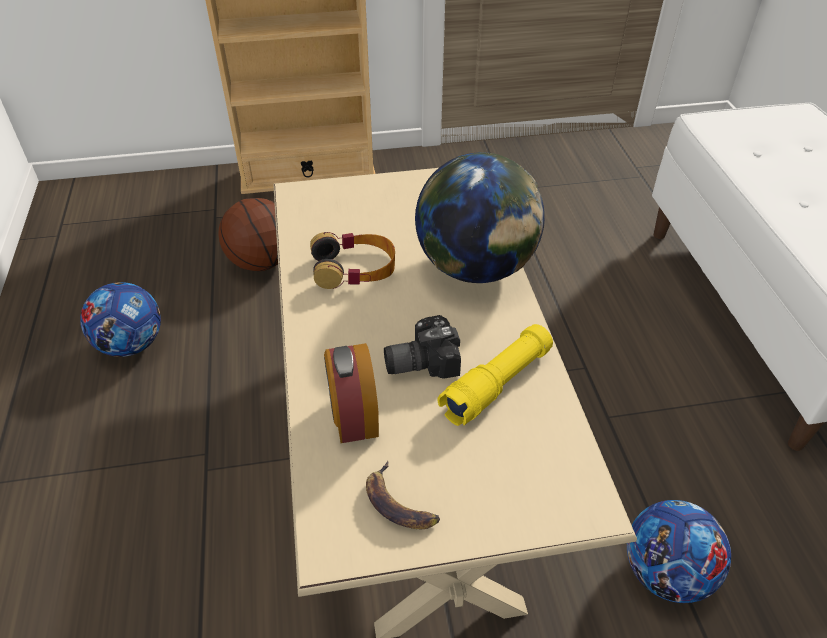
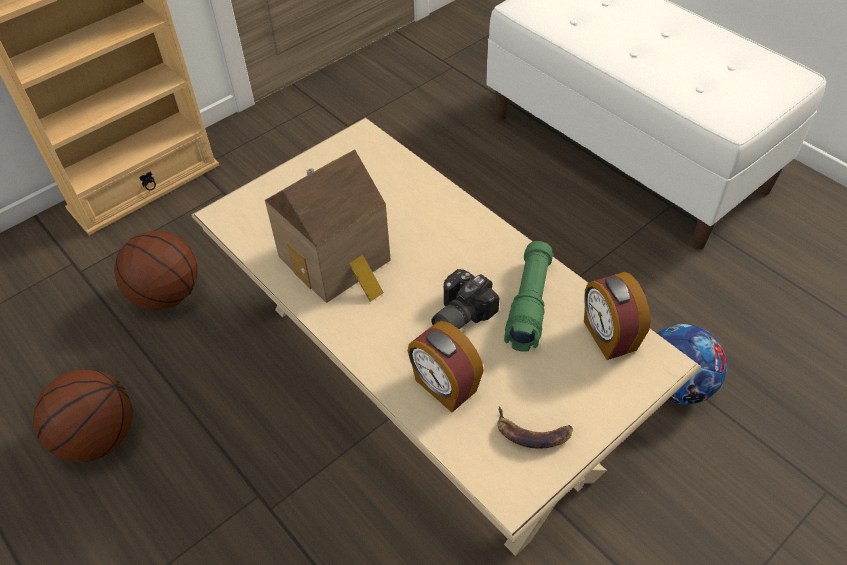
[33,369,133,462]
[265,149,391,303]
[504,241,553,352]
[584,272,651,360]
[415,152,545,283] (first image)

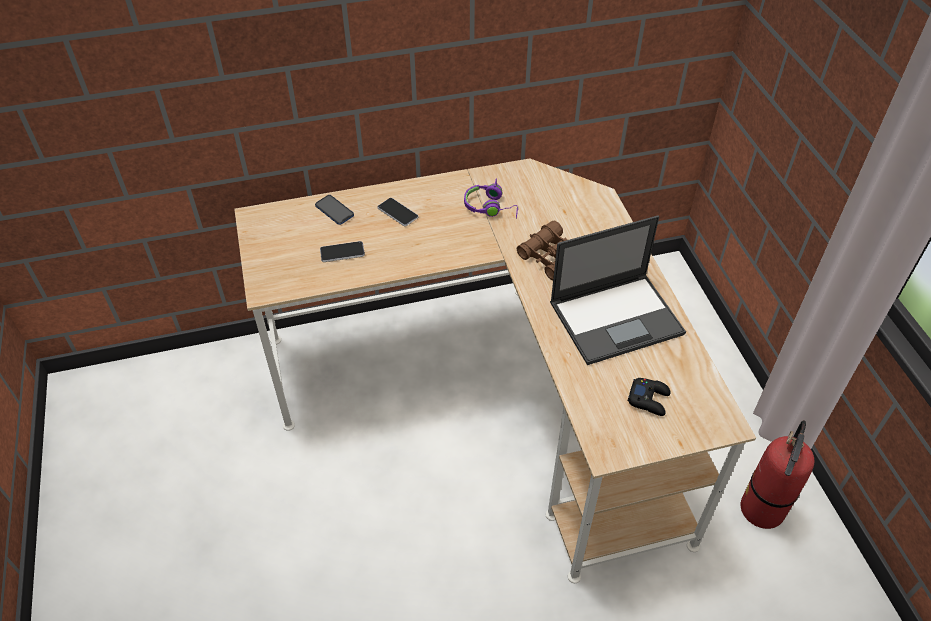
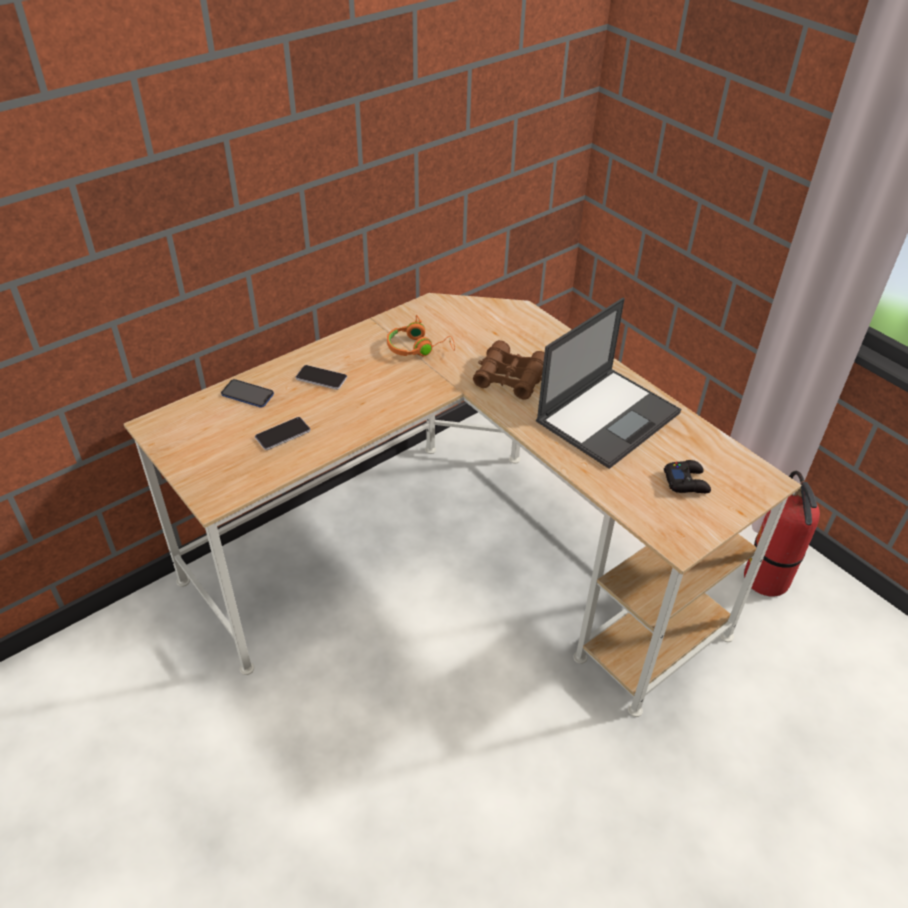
[387,315,455,356]

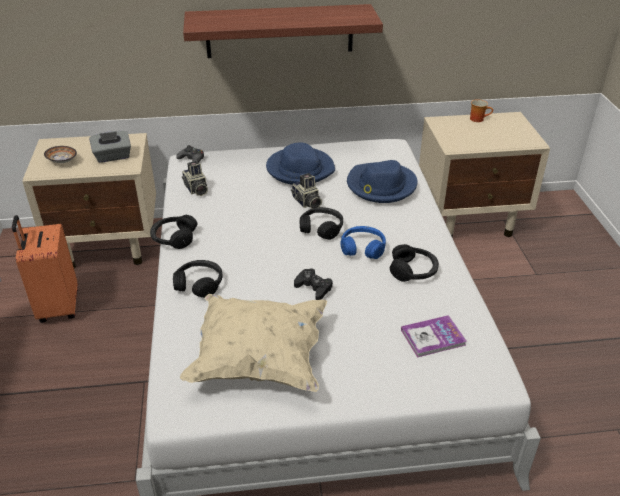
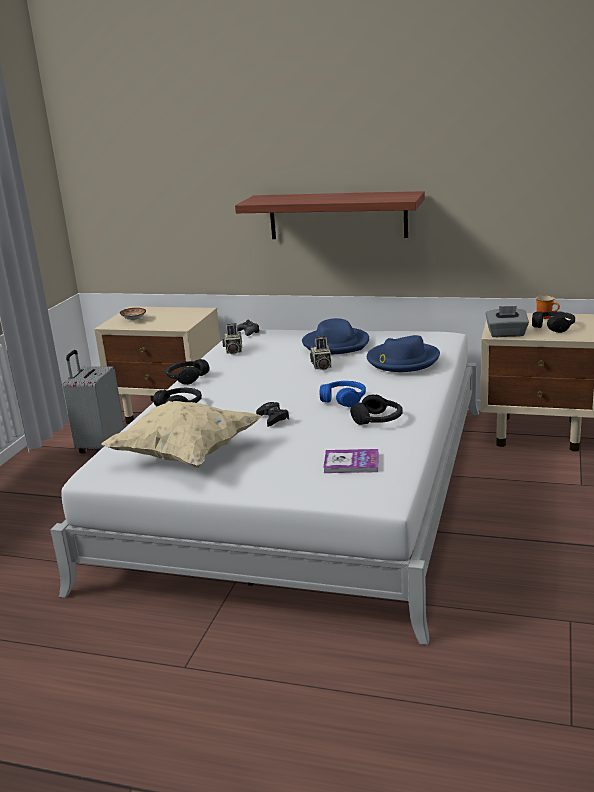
[63,350,124,454]
[485,306,529,337]
[532,311,575,333]

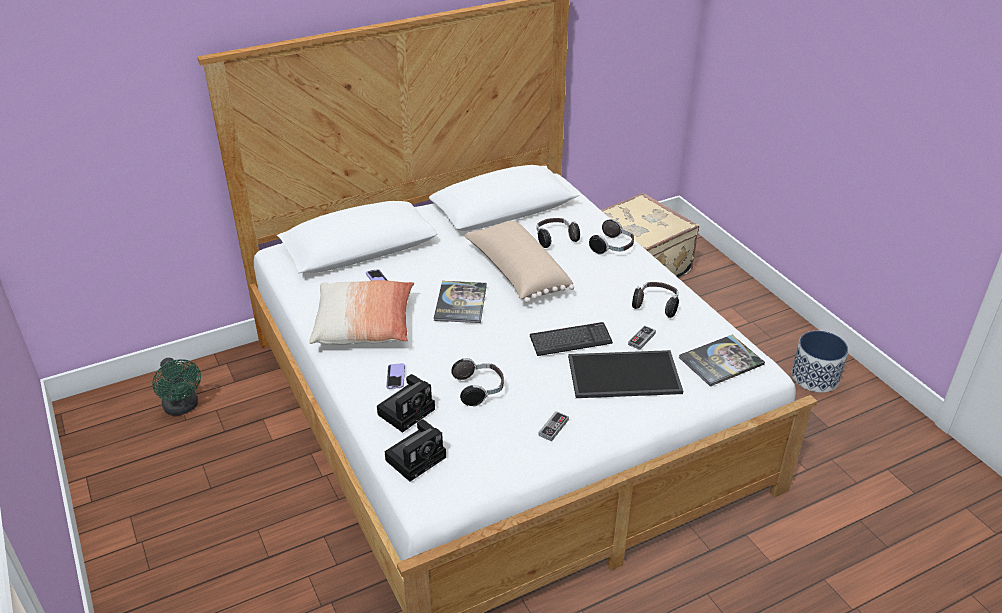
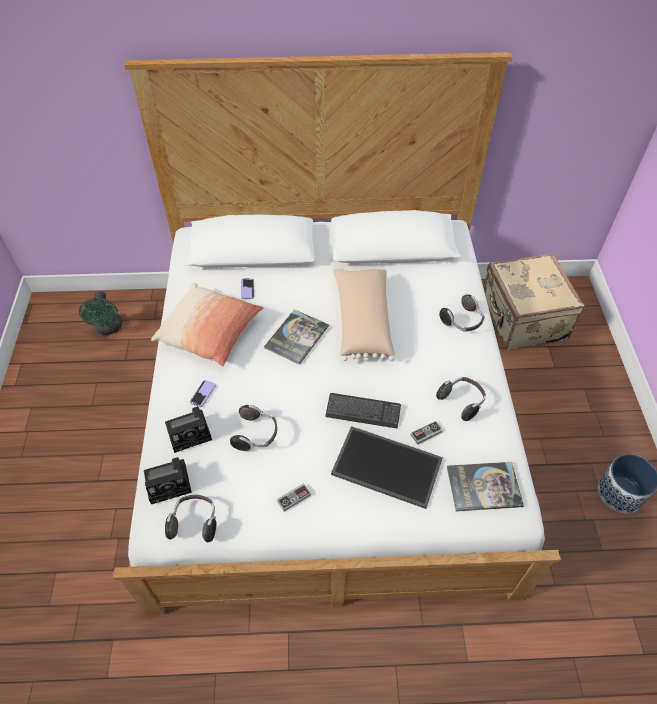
[165,495,217,542]

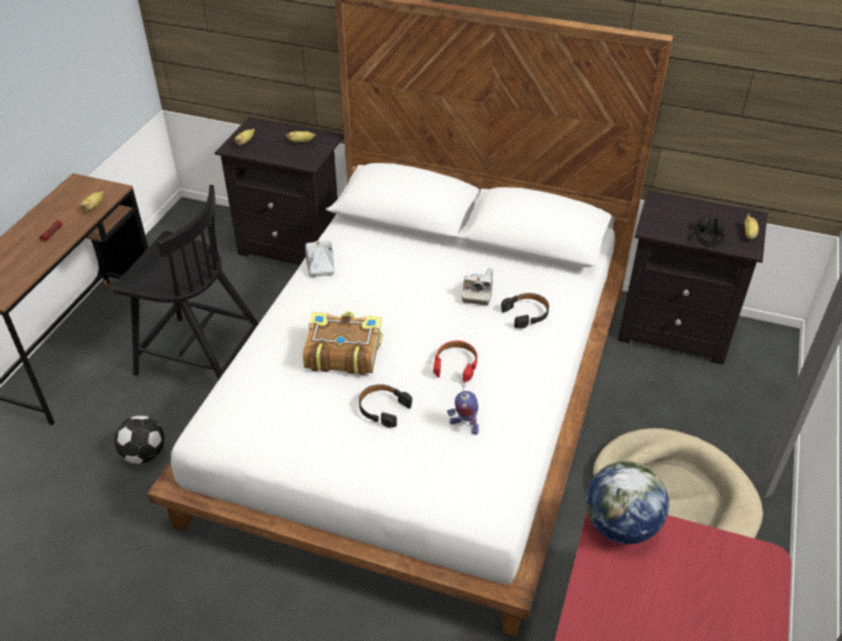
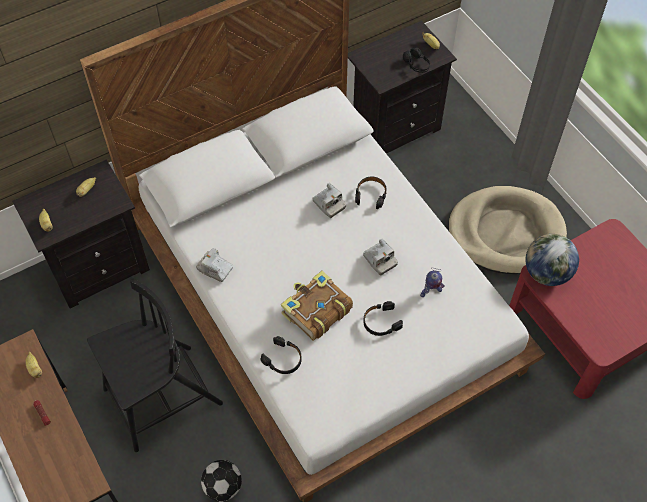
[260,336,302,374]
[363,239,398,275]

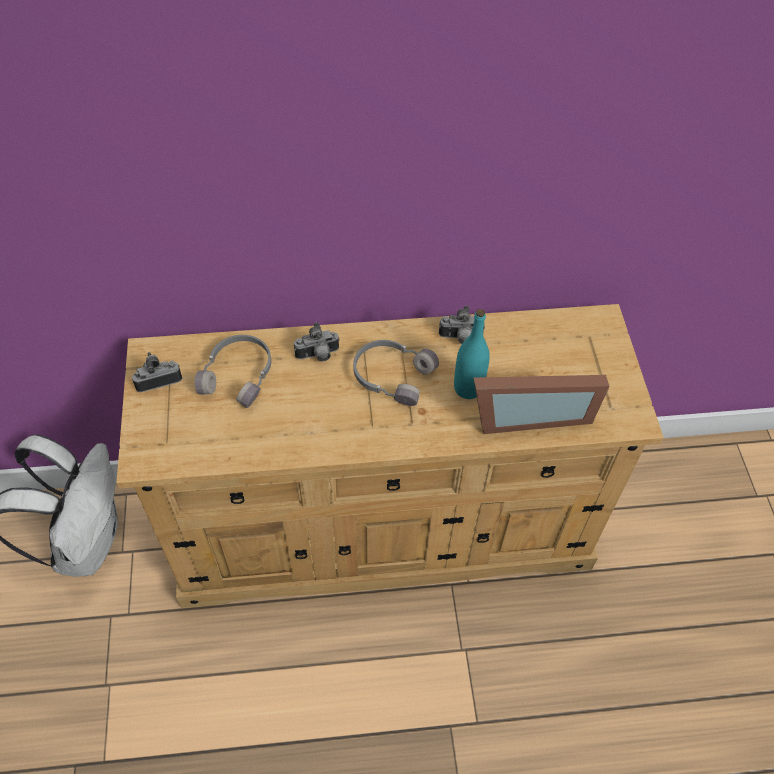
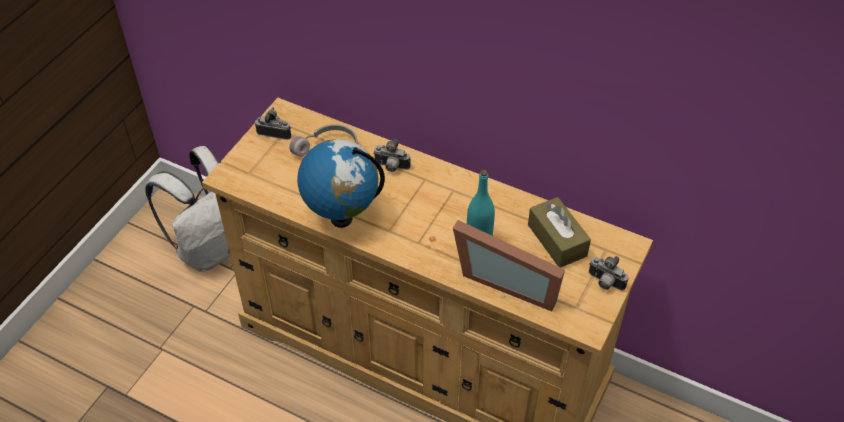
[297,139,385,228]
[528,197,591,268]
[589,256,628,291]
[353,340,439,406] (first image)

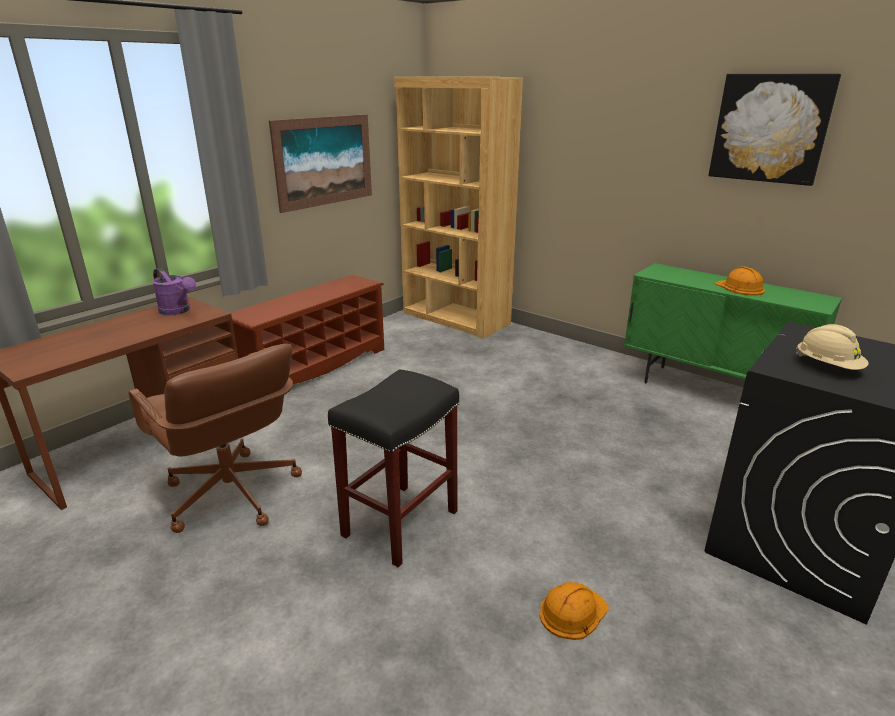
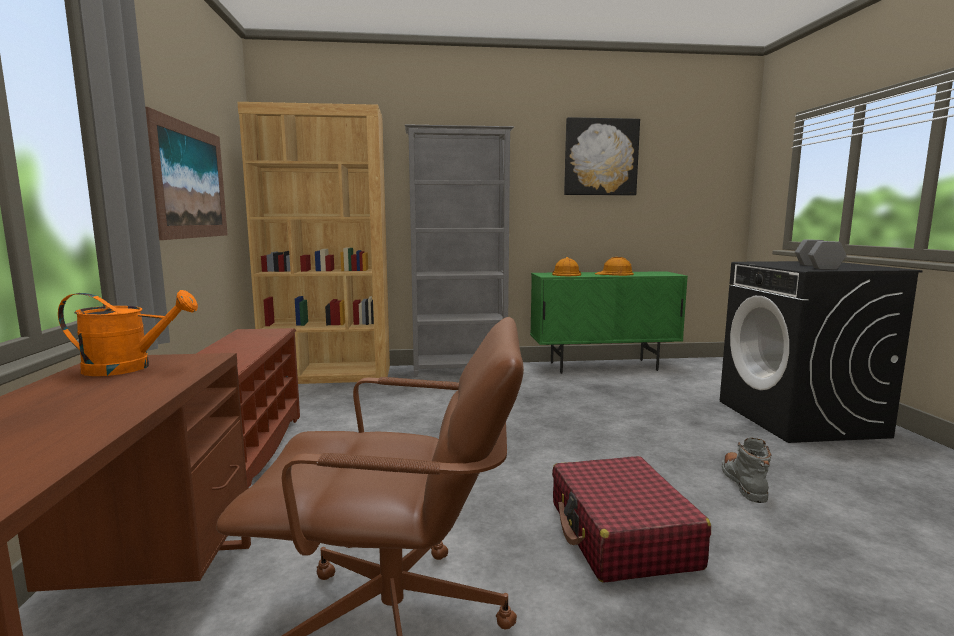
[58,290,198,376]
[405,124,514,377]
[552,257,581,276]
[552,456,711,583]
[722,438,772,503]
[795,240,846,270]

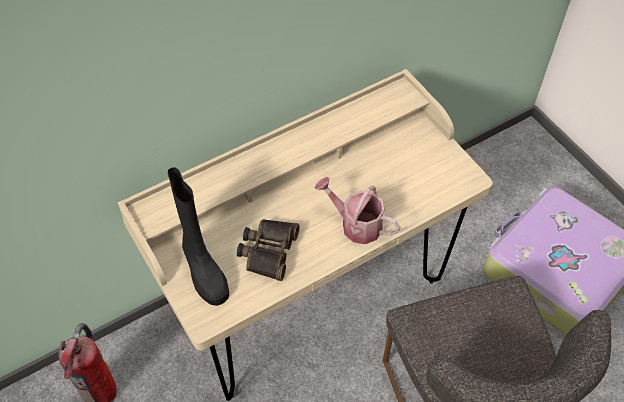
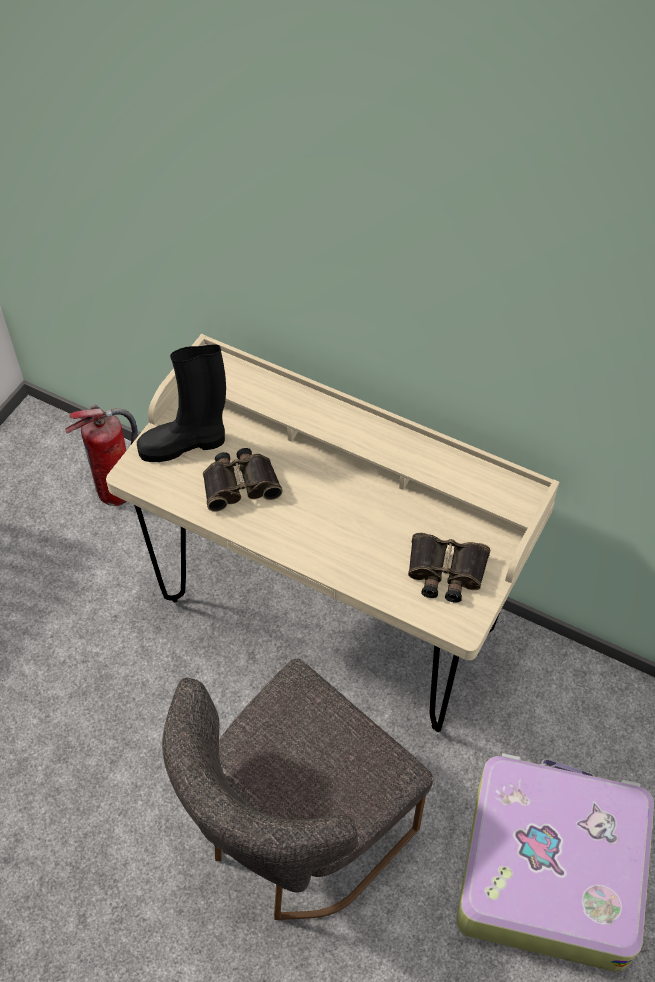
[137,344,226,462]
[408,533,490,602]
[314,177,400,244] (first image)

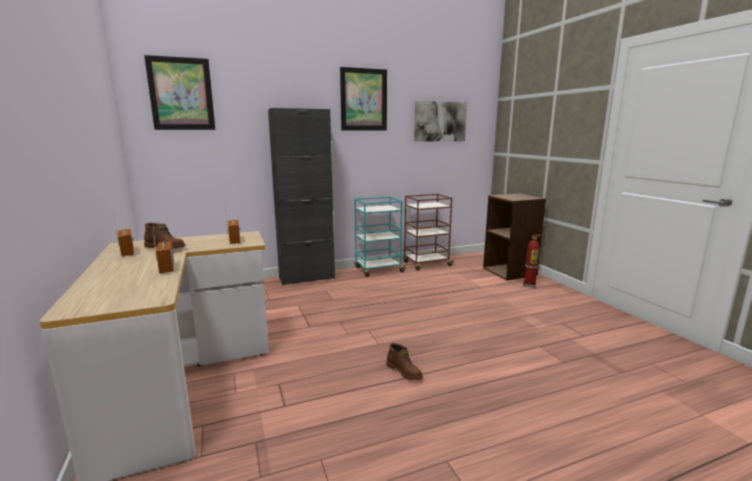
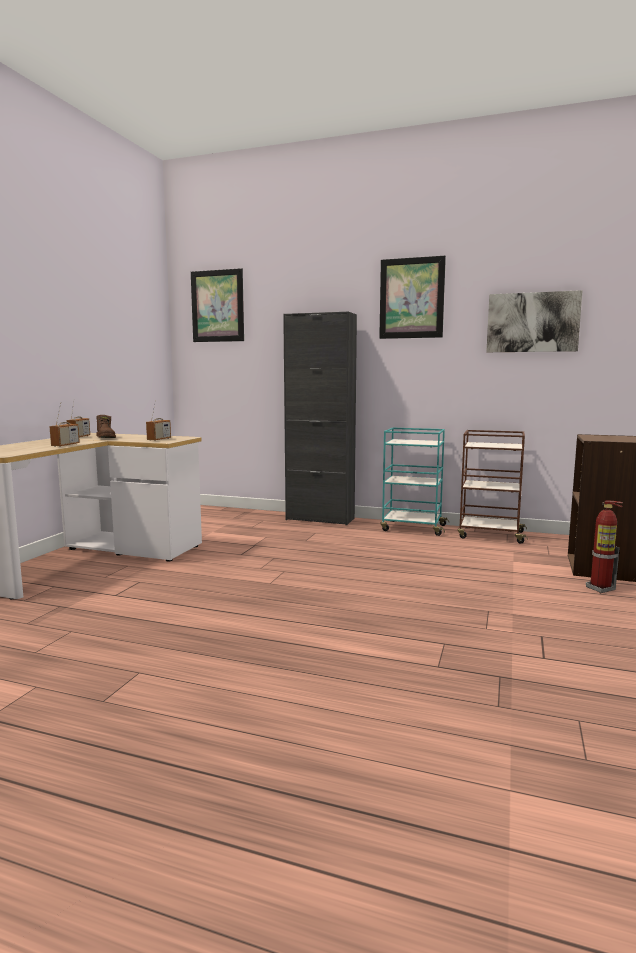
[386,343,423,380] (first image)

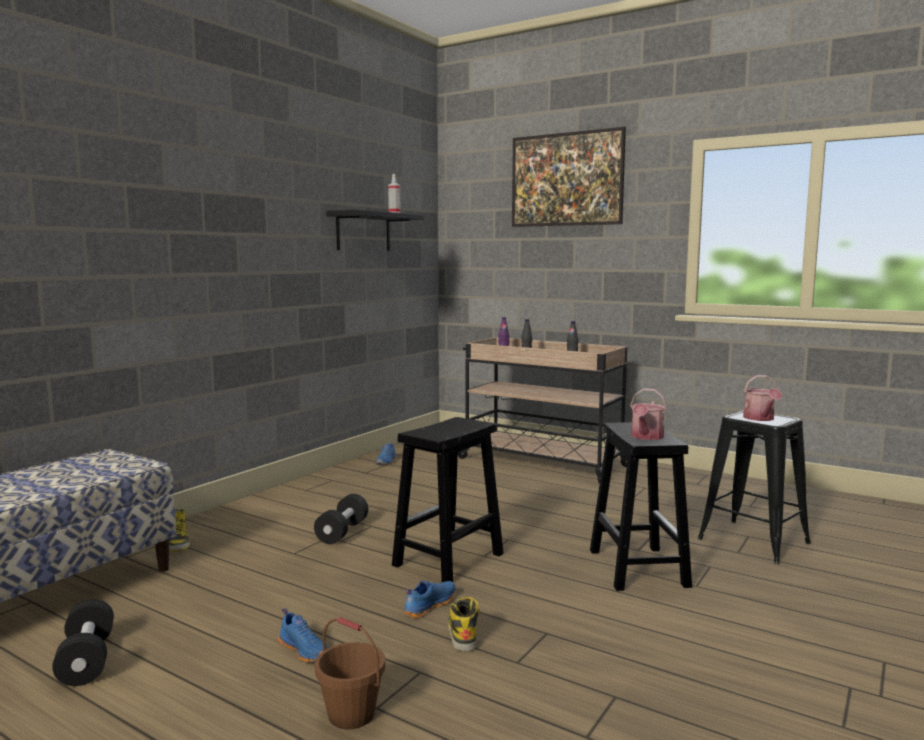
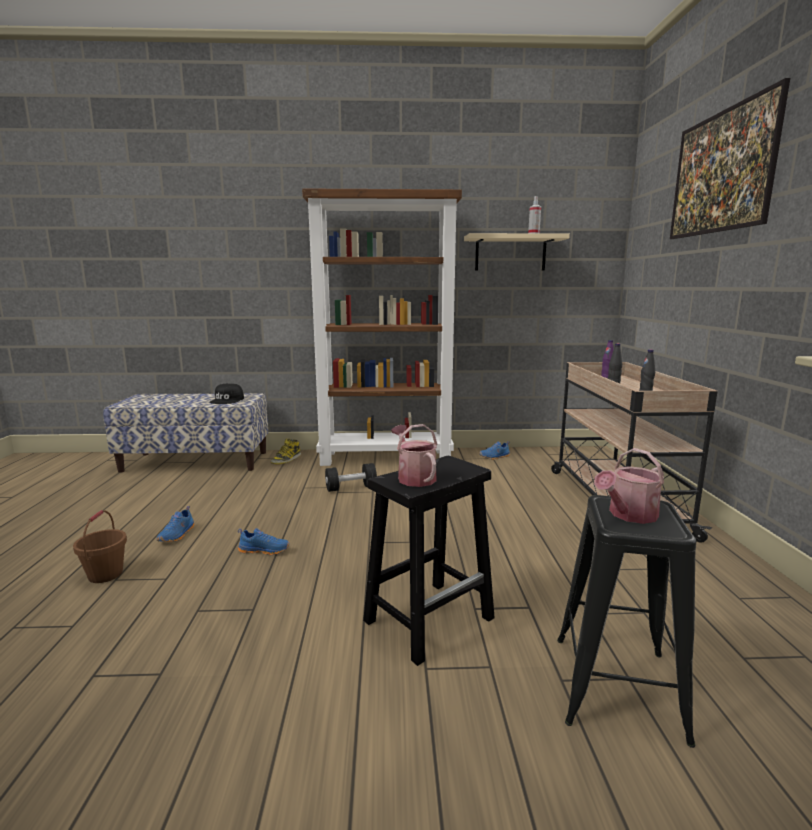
[210,383,244,404]
[302,188,462,466]
[391,424,437,487]
[464,233,570,270]
[52,599,114,686] (first image)
[392,417,504,582] (first image)
[448,597,480,651] (first image)

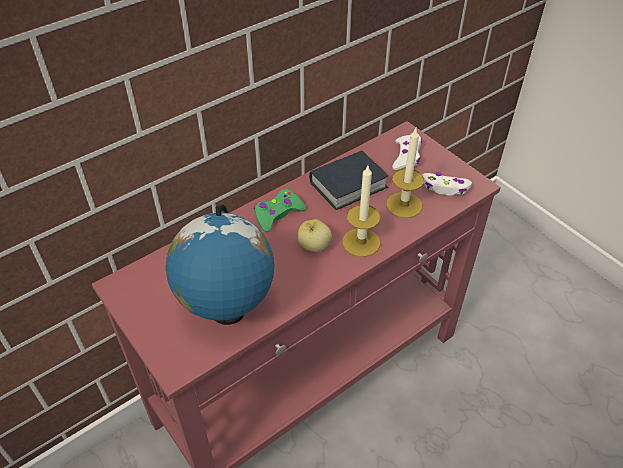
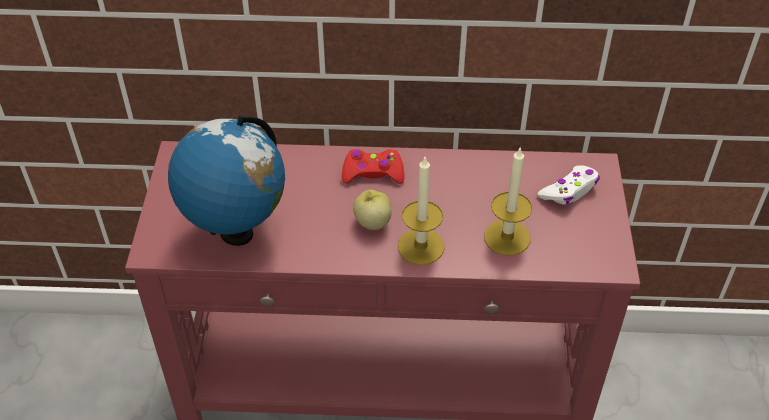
[342,149,405,184]
[309,151,388,210] (first image)
[422,172,472,195] (first image)

